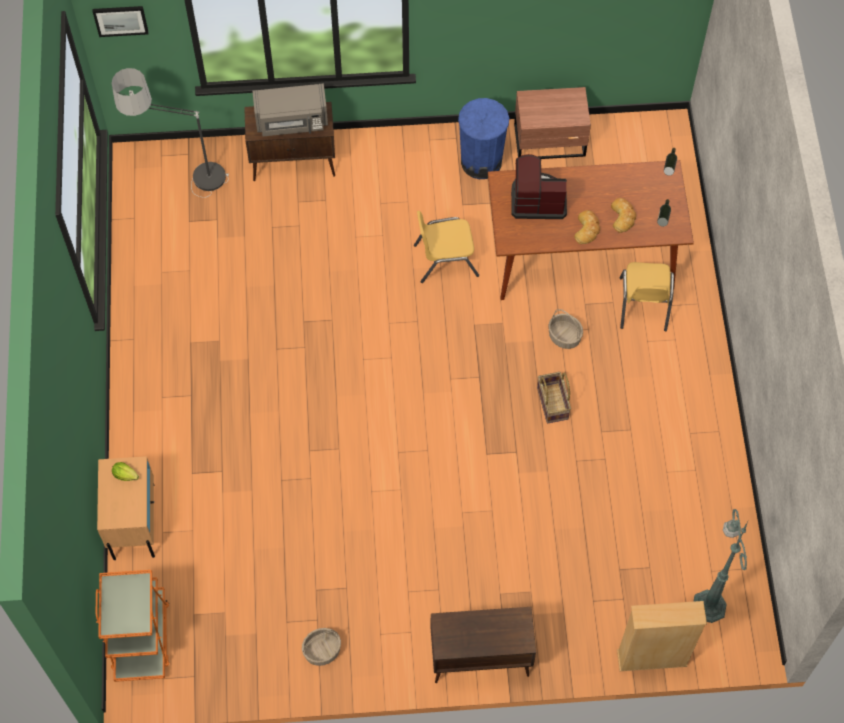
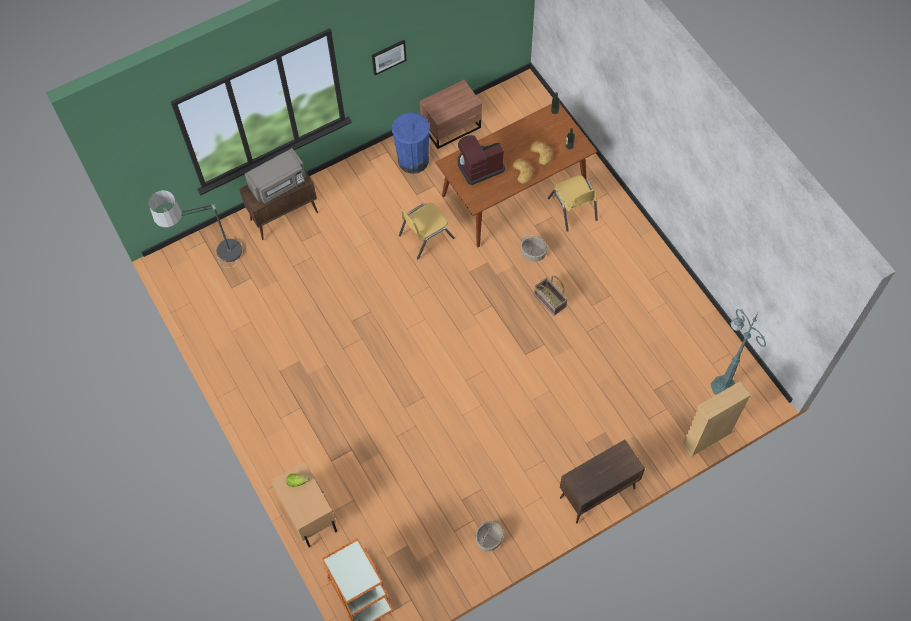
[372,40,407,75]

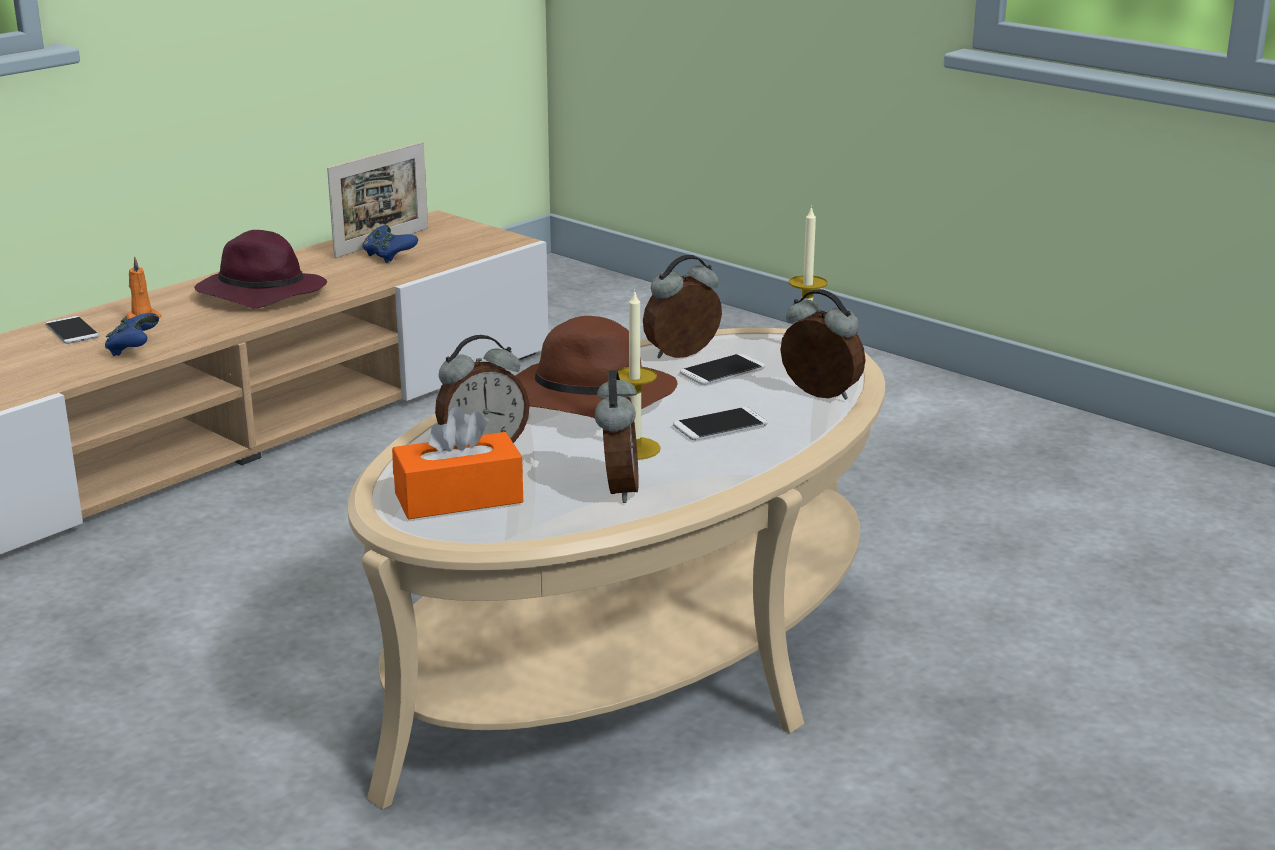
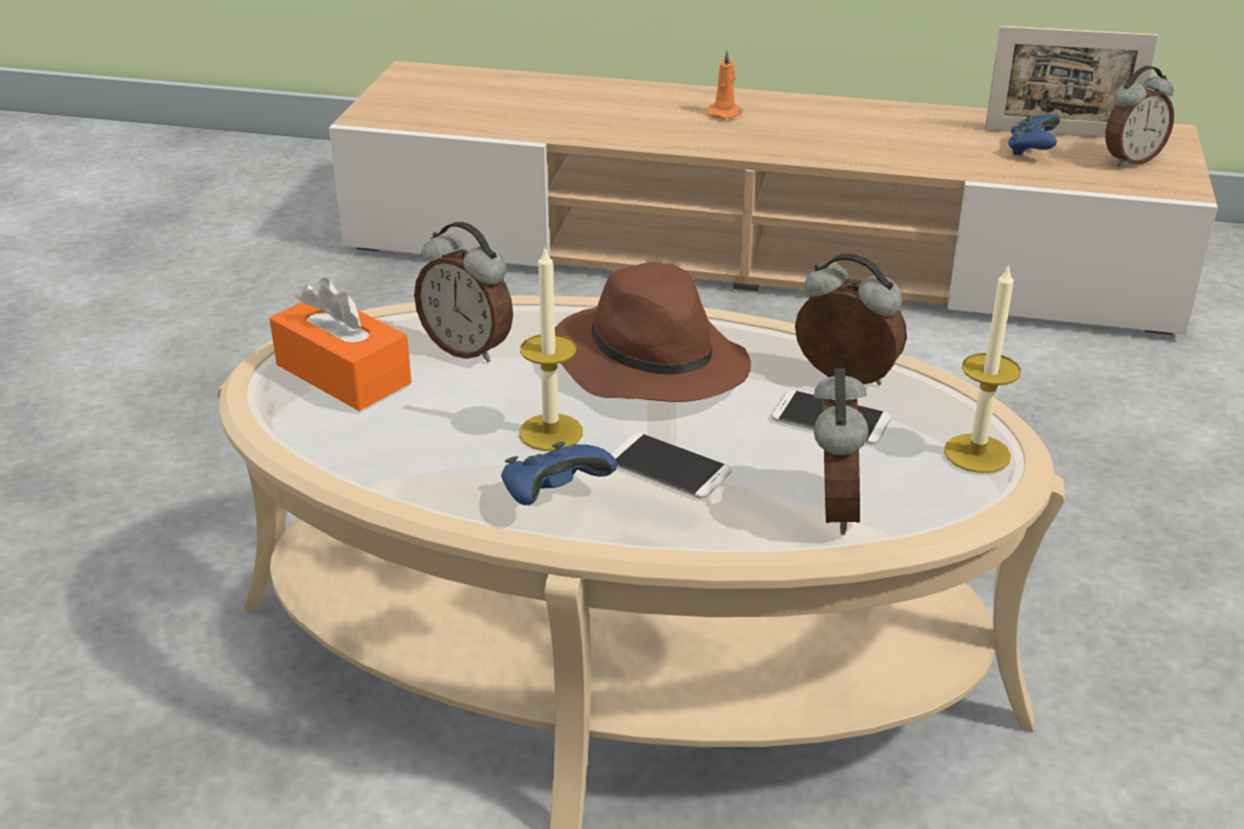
[501,441,617,505]
[1105,66,1174,166]
[45,316,99,344] (first image)
[194,230,327,308] (first image)

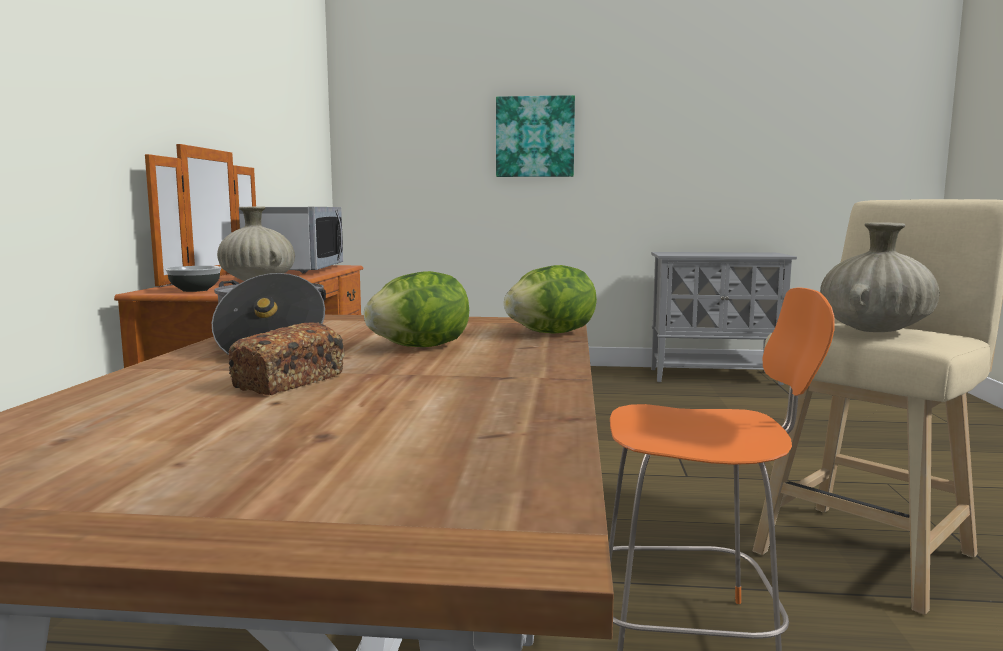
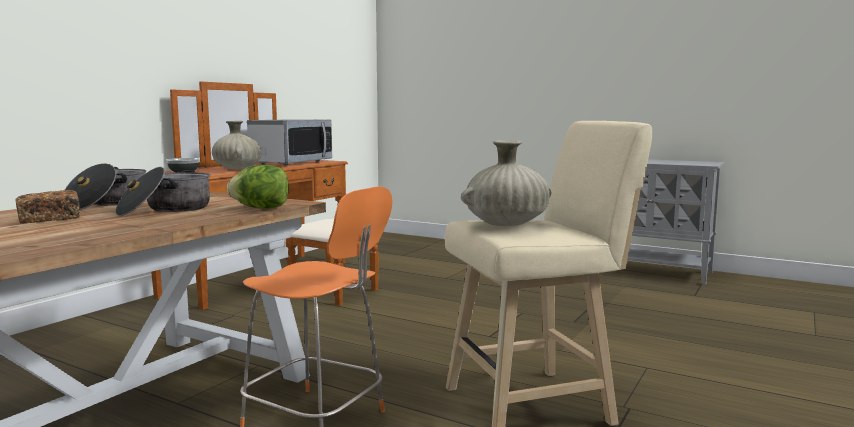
[115,167,210,216]
[496,95,575,177] (first image)

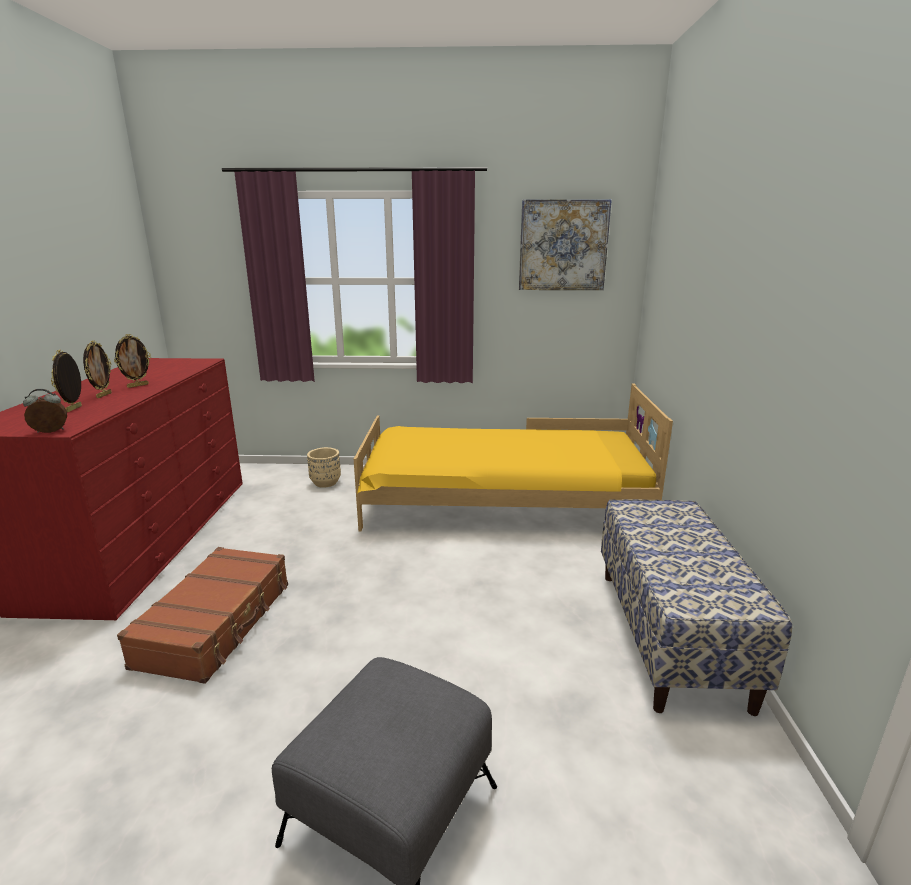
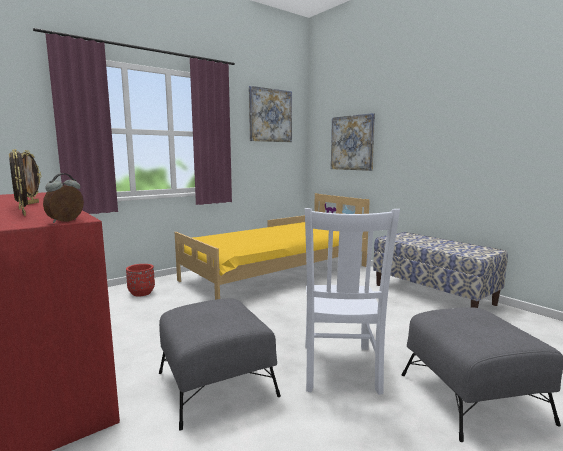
[126,264,155,296]
[159,299,281,431]
[305,208,400,395]
[331,113,375,171]

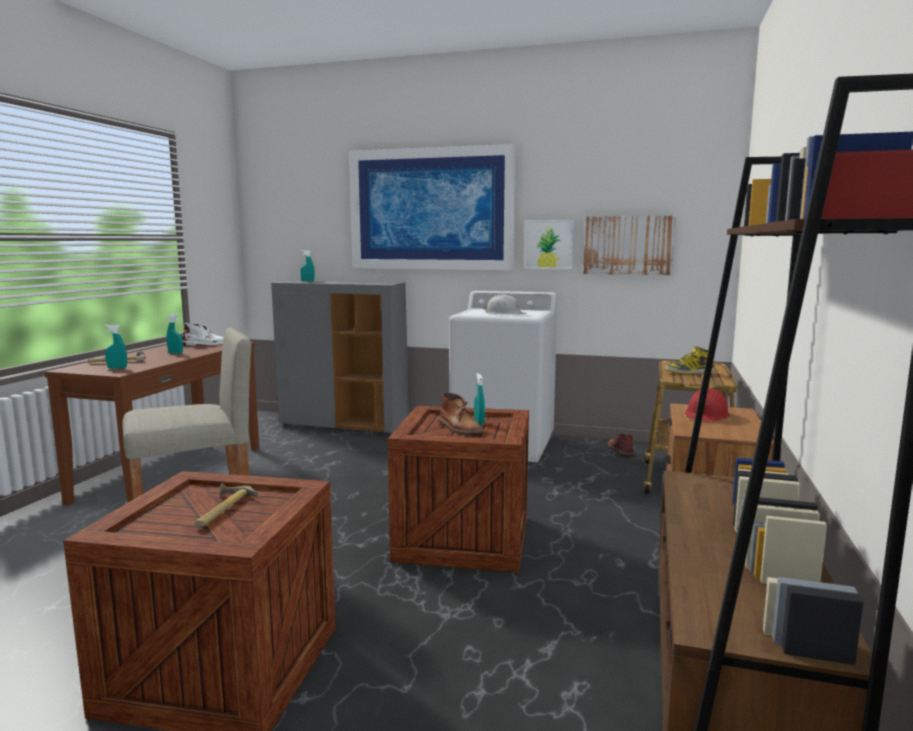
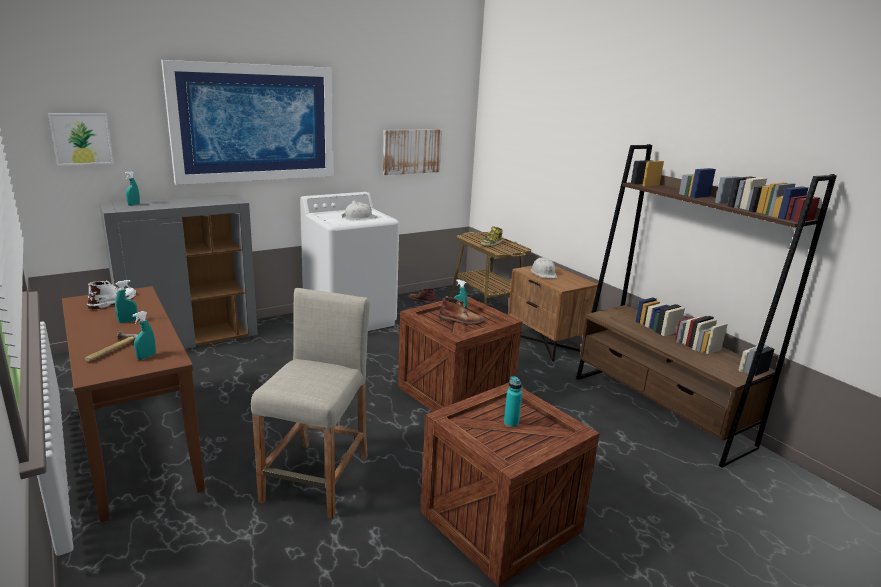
[48,113,114,166]
[504,376,522,427]
[531,257,557,278]

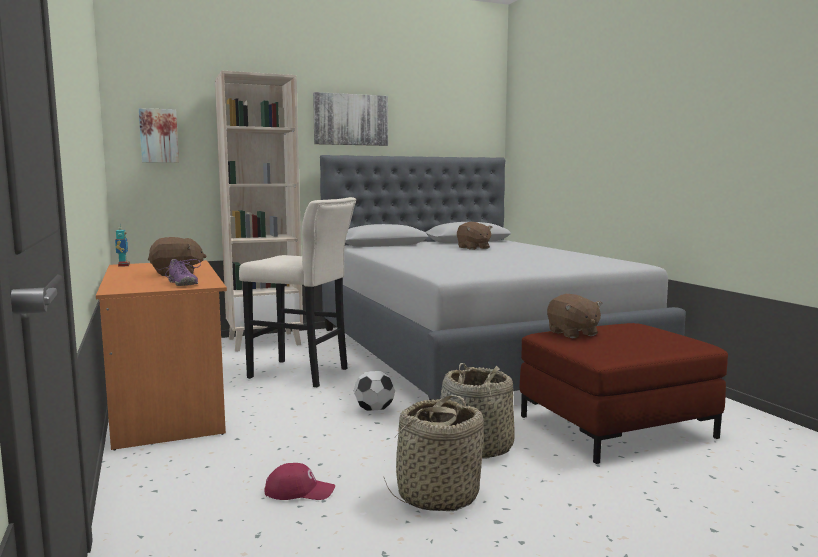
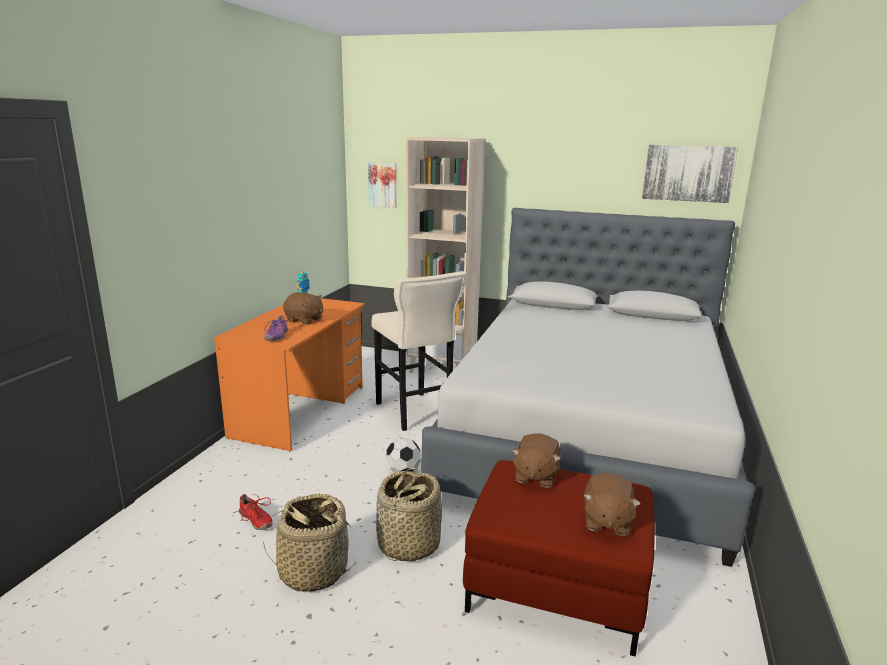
[234,493,273,530]
[583,473,641,536]
[642,145,738,203]

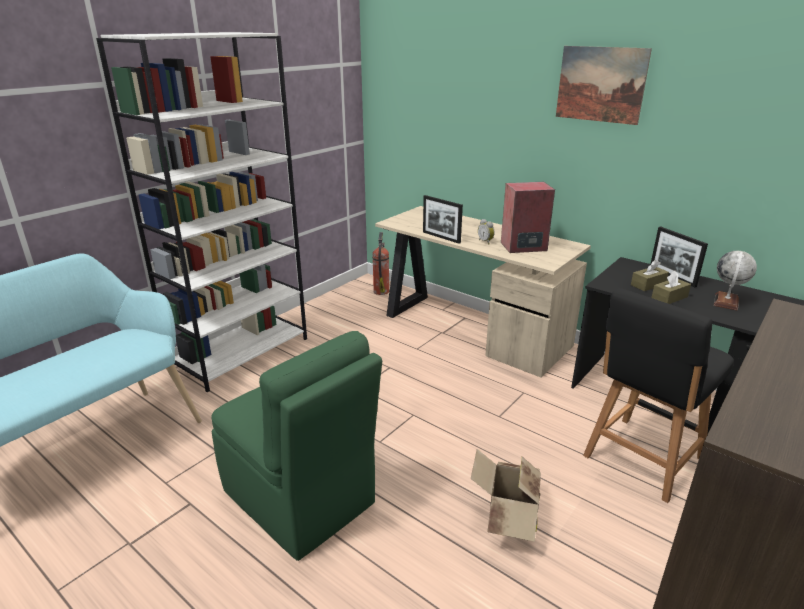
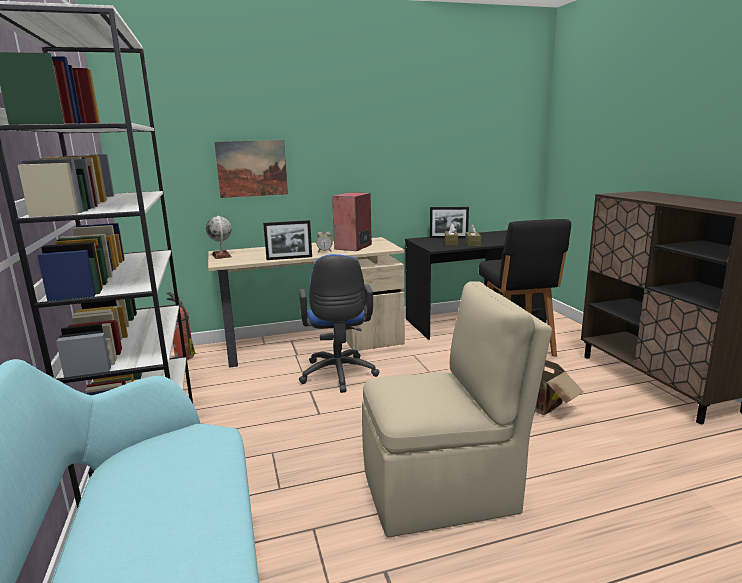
[206,216,232,259]
[214,140,288,198]
[299,254,379,393]
[362,281,552,537]

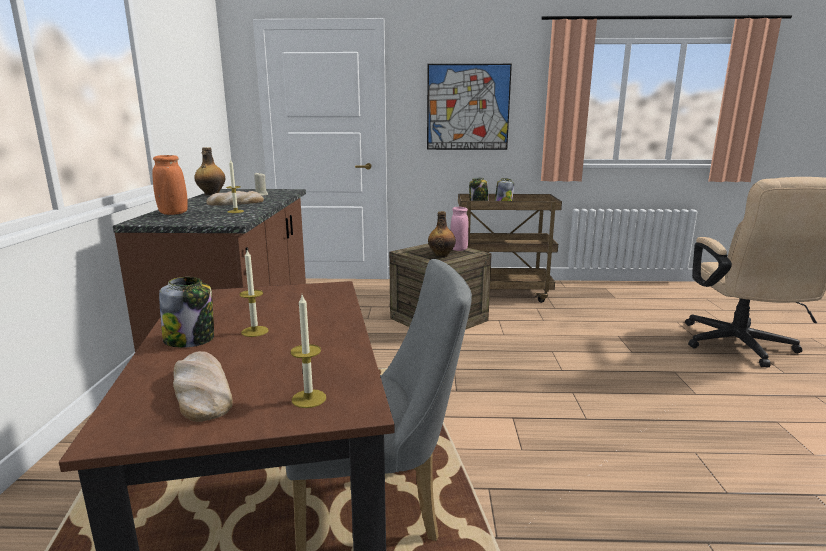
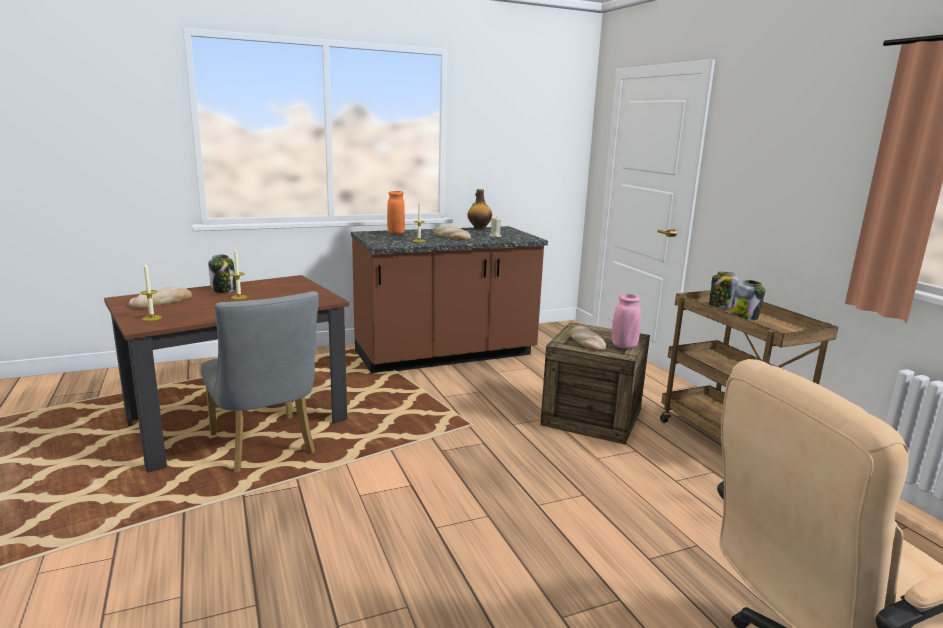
[570,326,606,351]
[427,64,512,150] (first image)

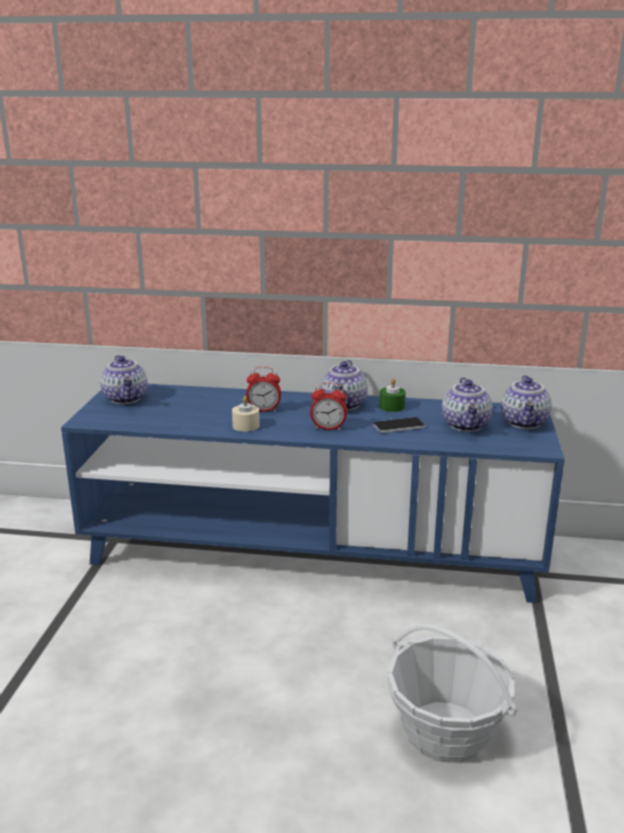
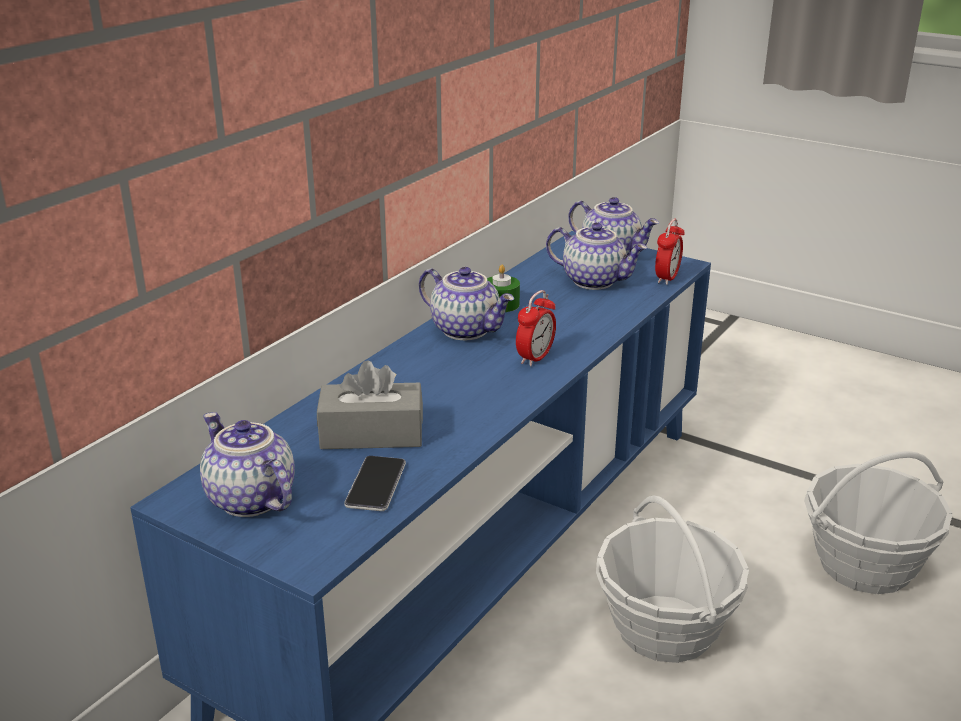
[200,412,295,517]
[317,360,423,449]
[344,456,406,511]
[596,495,749,663]
[655,219,685,285]
[232,396,260,432] (first image)

